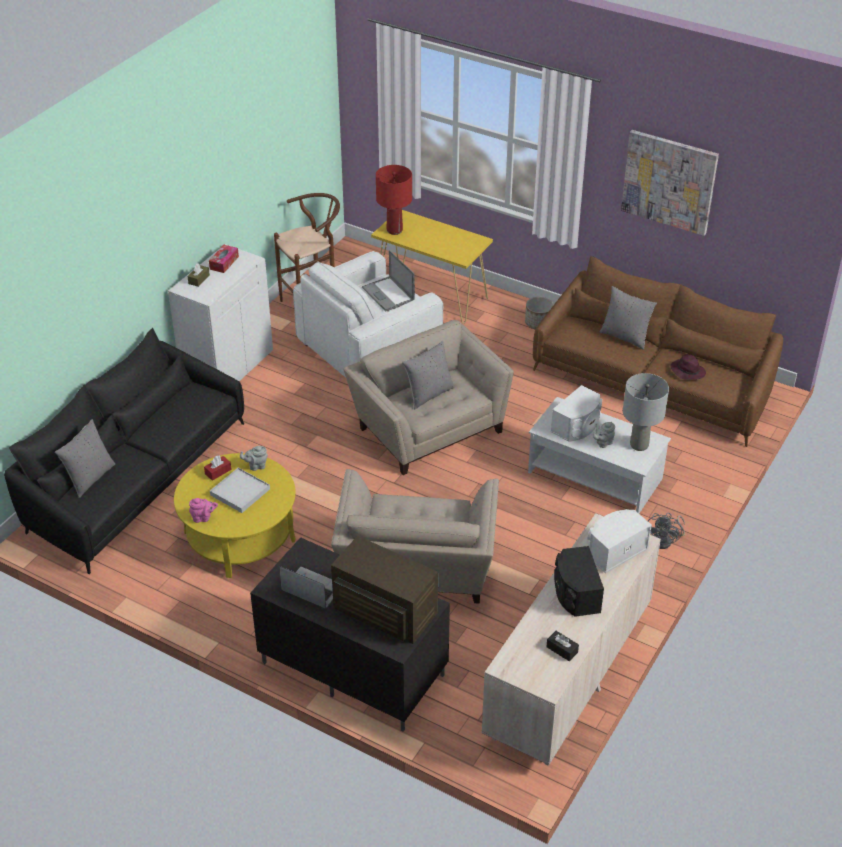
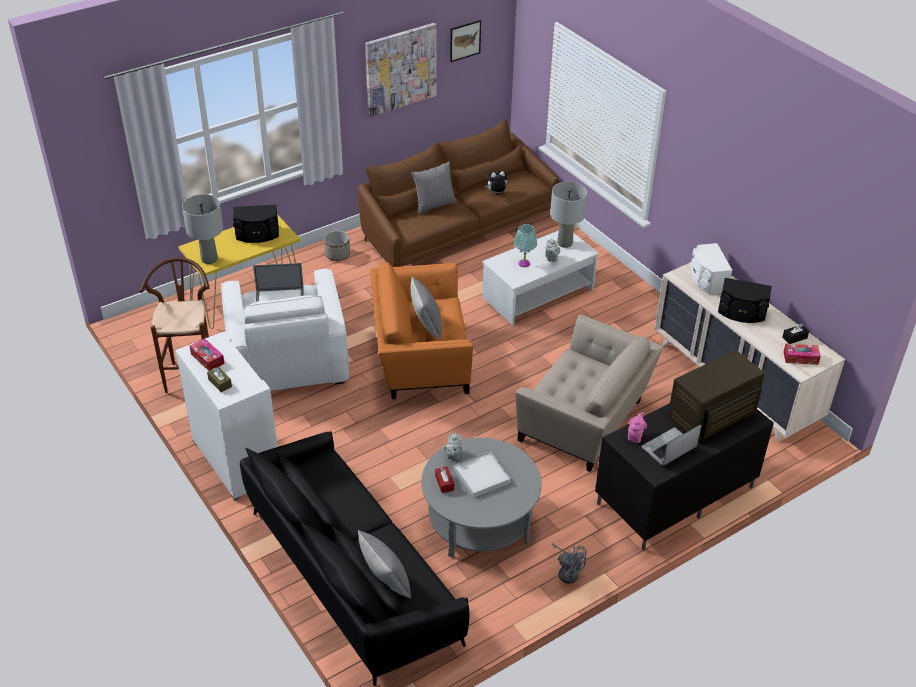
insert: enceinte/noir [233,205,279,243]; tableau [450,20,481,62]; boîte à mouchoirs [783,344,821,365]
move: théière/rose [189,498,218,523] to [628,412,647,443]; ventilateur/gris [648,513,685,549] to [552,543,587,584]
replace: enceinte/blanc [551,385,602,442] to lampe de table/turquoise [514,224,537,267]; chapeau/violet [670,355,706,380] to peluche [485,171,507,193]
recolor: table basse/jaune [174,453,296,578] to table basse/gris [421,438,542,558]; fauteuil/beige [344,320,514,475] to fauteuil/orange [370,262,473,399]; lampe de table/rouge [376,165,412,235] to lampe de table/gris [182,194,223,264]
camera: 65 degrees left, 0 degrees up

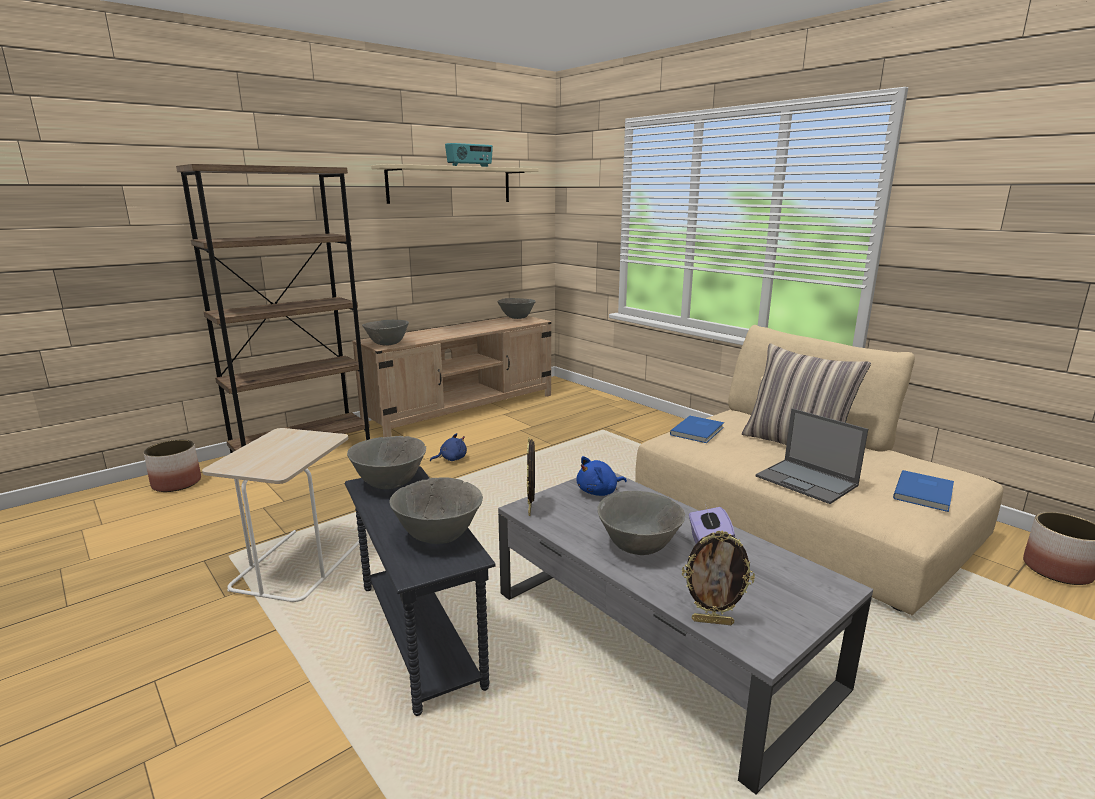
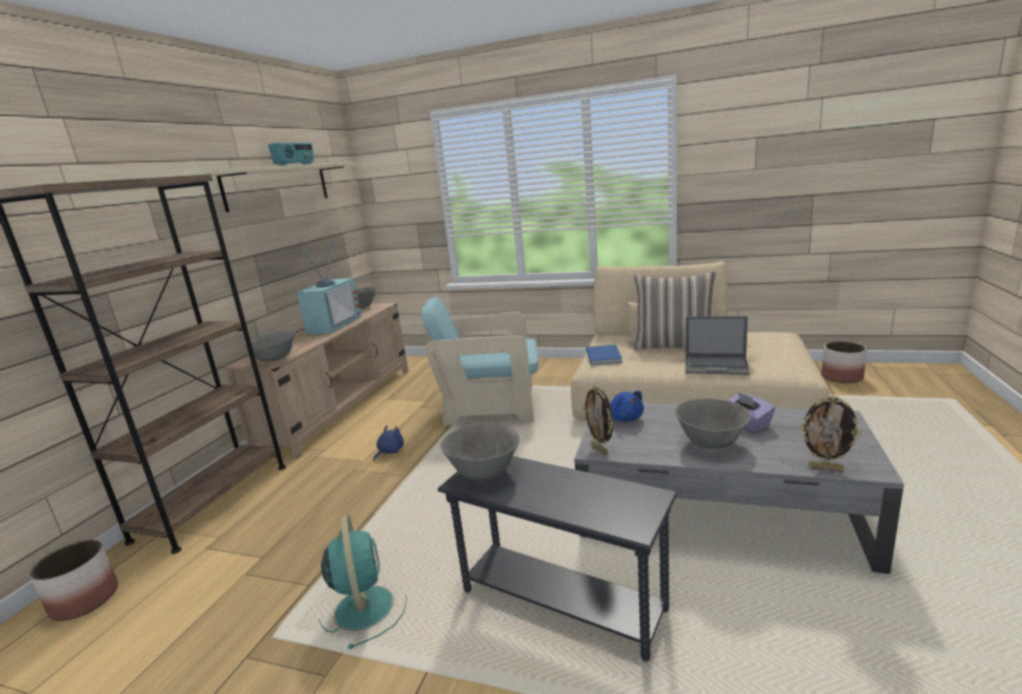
delete: bol/gris [390,477,483,544]; livre/bleu [893,470,954,512]
insert: téléviseur [297,239,361,334]; fauteuil/turquoise [421,297,538,426]
replace: table d'appoint/beige [202,428,359,602] to ventilateur/turquoise [318,515,407,649]
rotate: peluche/bleu [576,456,627,496] = [610,391,644,422] 60 degrees counterclockwise; cadre photo [682,531,755,625] = [800,395,862,471] 45 degrees clockwise
camera: 30 degrees left, 0 degrees up

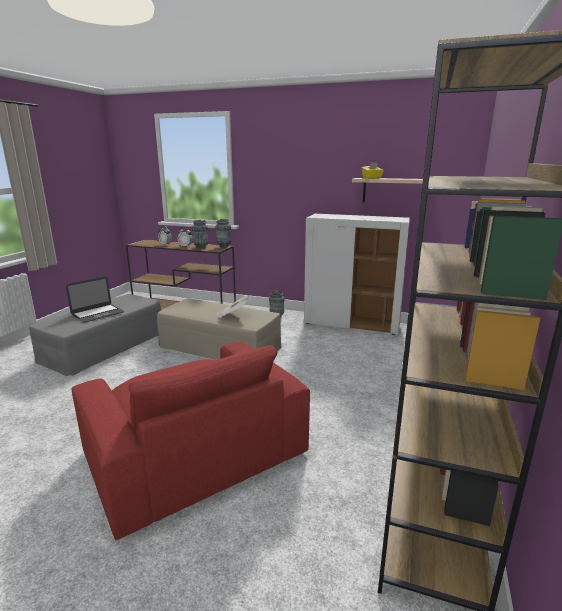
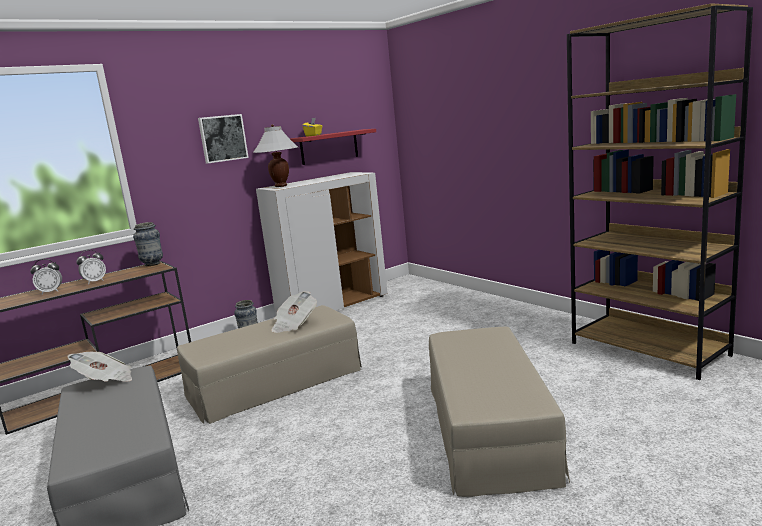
delete: ordinateur portable [66,277,124,323]; vase [192,220,209,249]
insert: journal [67,352,132,382]; tableau [198,114,249,164]; lampe de table/blanc [253,124,298,187]
replace: fauteuil/rouge [72,341,310,540] to pouf/beige [429,327,570,497]
recolor: étagère/beige [352,178,423,202] to étagère/rouge [290,129,376,165]
camera: 55 degrees left, 5 degrees down

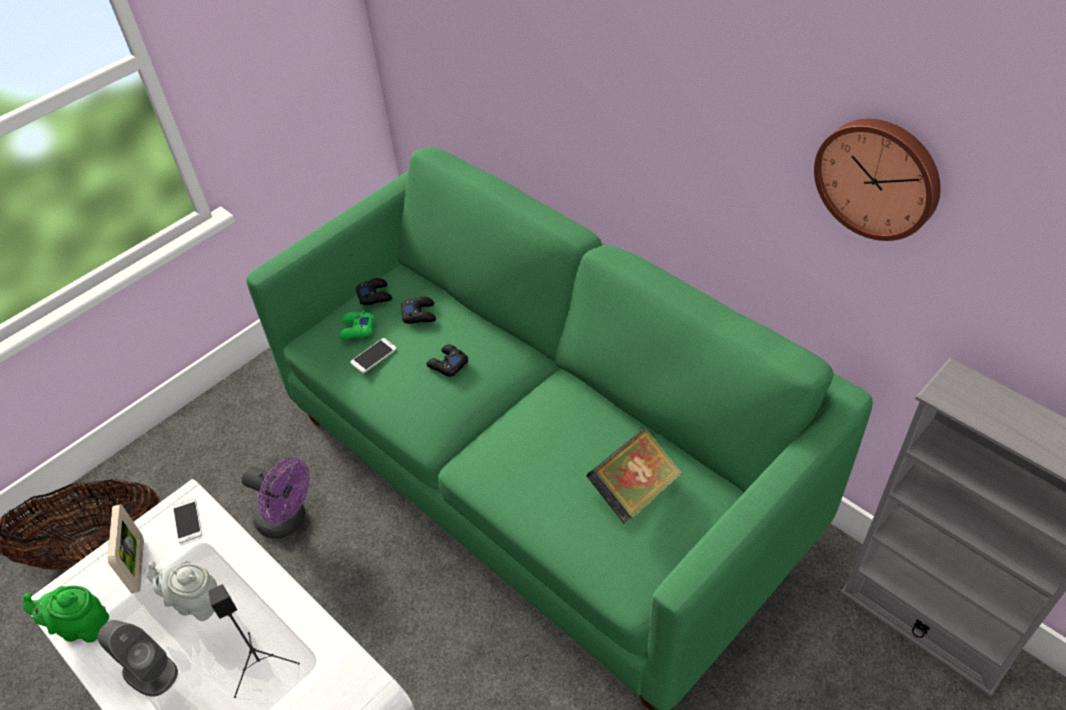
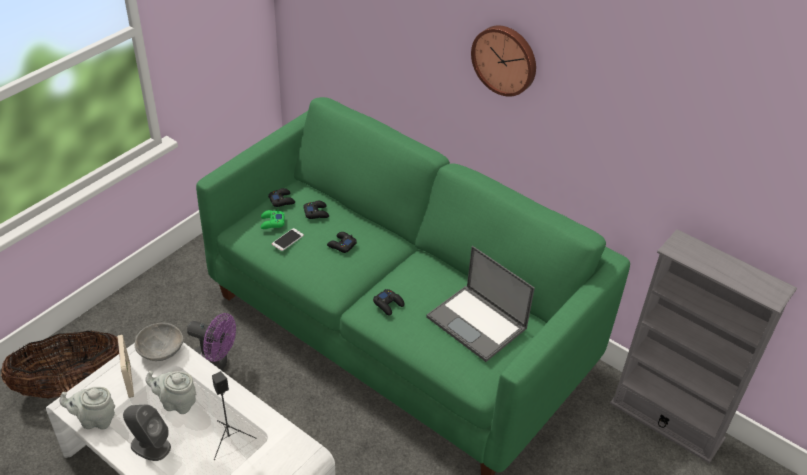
insert: manette/noir [373,289,404,316]
move: horloge murale [814,119,941,241] to [471,25,536,97]
replace: téléphone [173,498,202,543] to bol/gris [135,323,183,361]; livre [586,428,682,523] to ordinateur portable [426,246,535,362]
recolor: théière/vert [23,586,109,643] to théière/gris [59,387,115,430]
camera: 10 degrees left, 5 degrees down

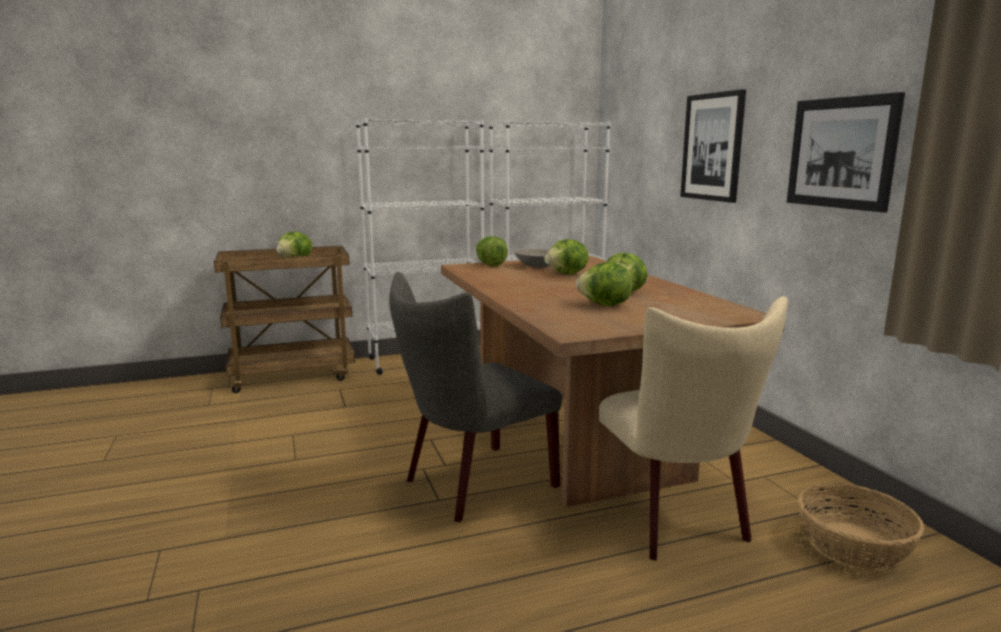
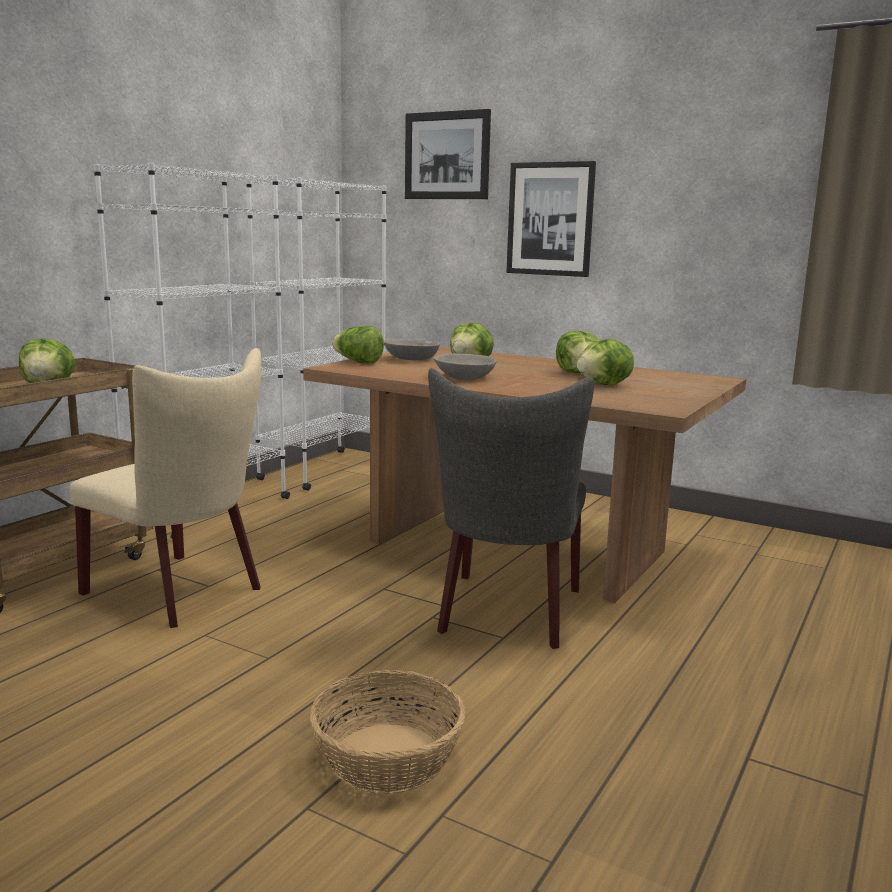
insert: bol/gris [434,354,497,380]
move: chaise/beige [599,296,788,561] to [69,348,261,628]; tableau [787,92,905,212] to [405,109,491,199]; panier [798,483,925,571] to [310,670,465,794]
camera: 40 degrees left, 0 degrees up

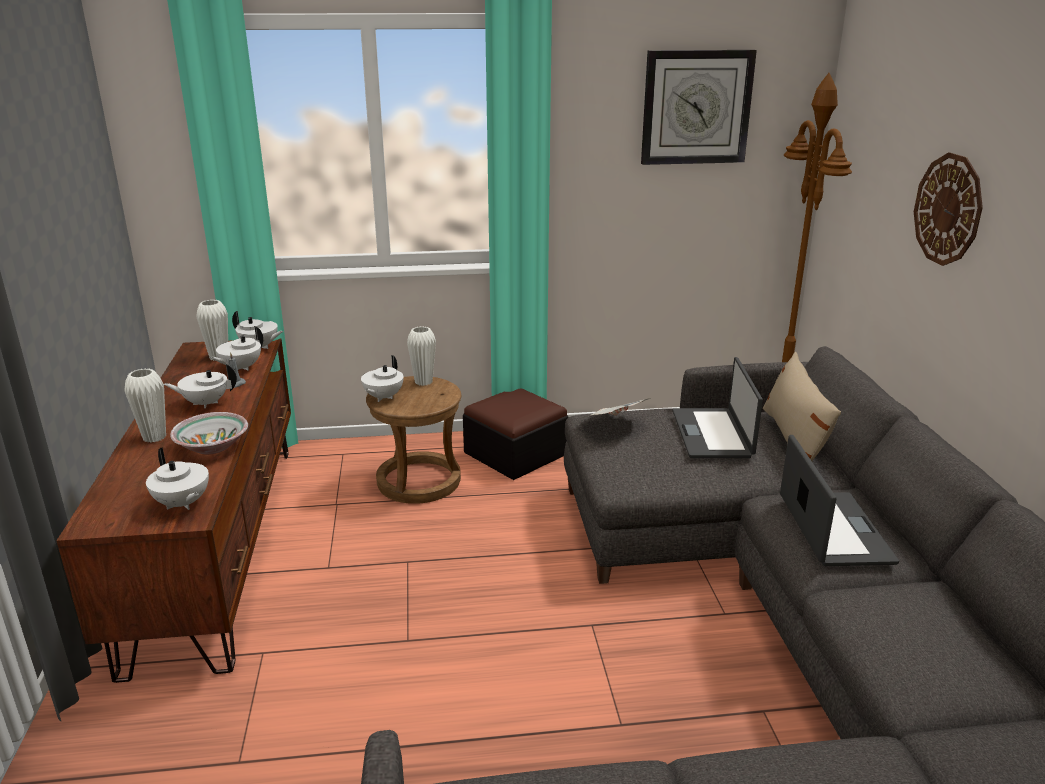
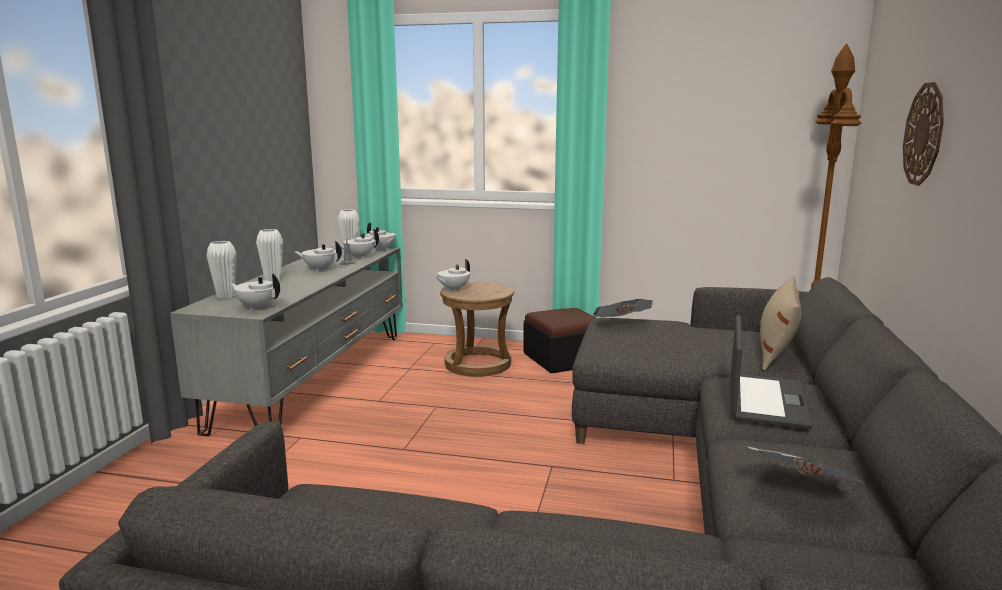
delete: bol [170,412,248,455]; horloge murale [641,50,757,165]; ordinateur portable [673,357,763,458]
insert: journal [747,446,867,484]
move: vase/blanc [407,327,436,386] to [207,241,237,299]
recolor: meuble télé/marron [56,338,291,683] to meuble télé/gris [170,245,403,436]
rotate: théière/blanc [146,447,209,510] = [230,274,280,310] 135 degrees clockwise
camera: 20 degrees right, 10 degrees down

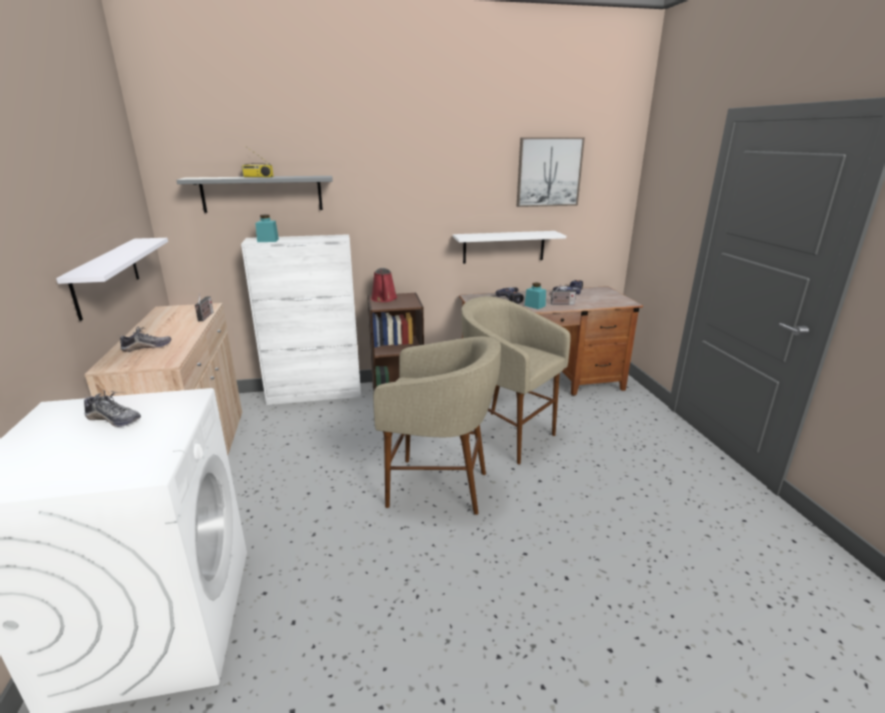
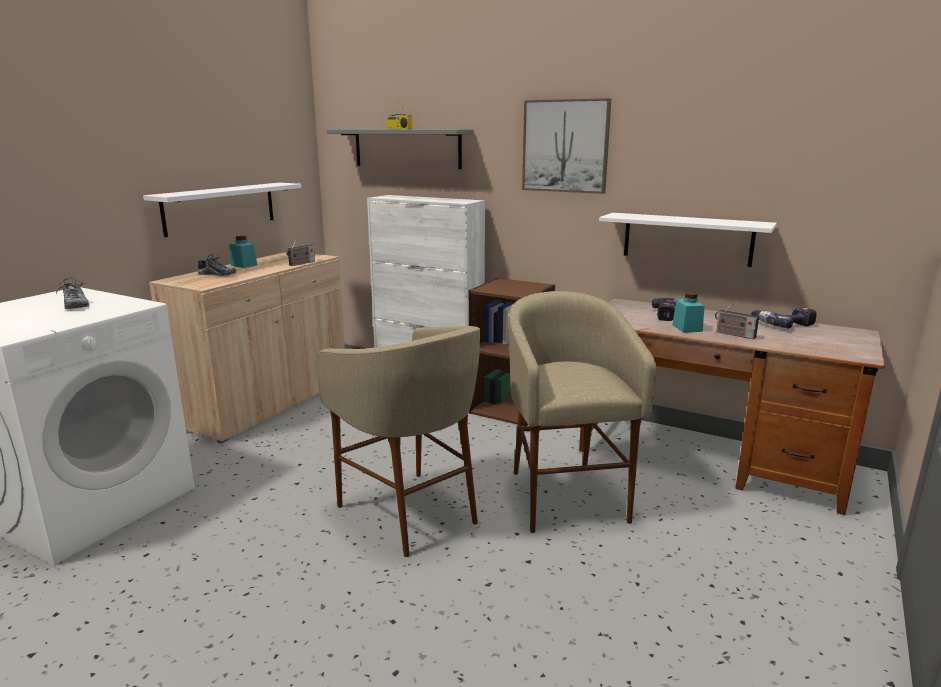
delete: arrosoir/rouge [371,268,397,302]
move: bocal/turquoise [255,214,279,242] to [229,236,257,268]; tableau [517,137,585,207] to [522,98,611,194]
camera: 40 degrees right, 5 degrees down

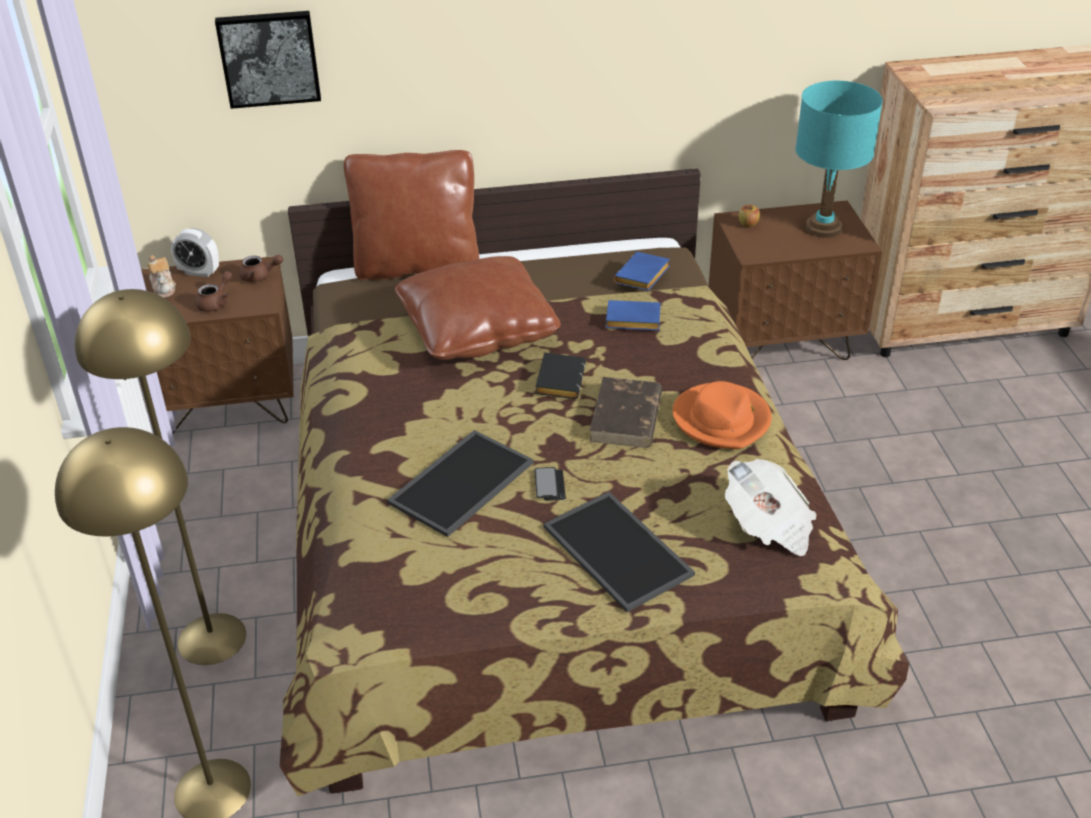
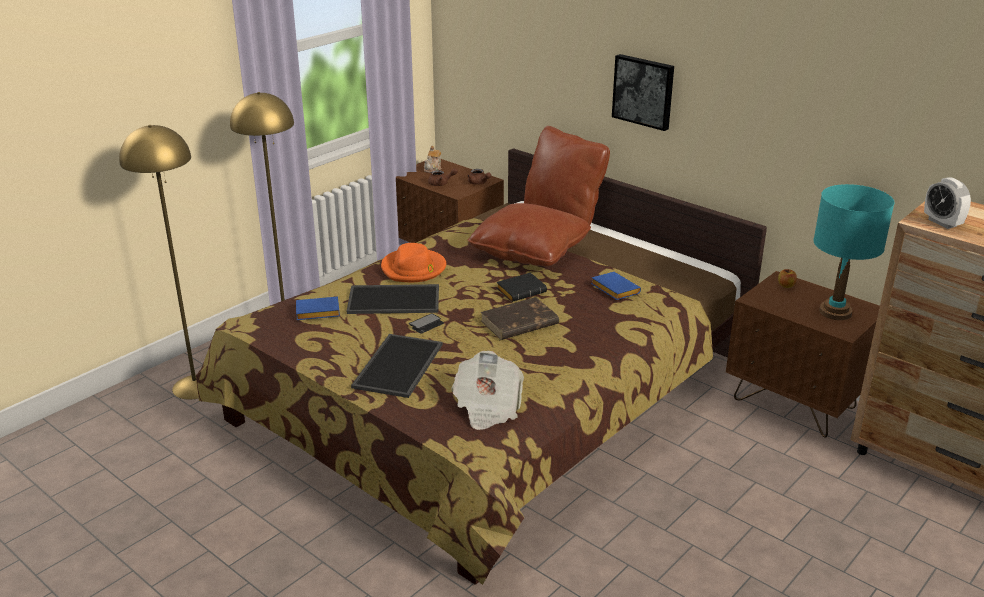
move: réveil [171,228,219,277] to [924,177,971,229]; tableau [215,11,321,109] to [612,54,674,131]; livre/bleu [613,252,670,291] to [296,297,340,320]; chapeau/orange [672,381,772,449] to [381,243,446,282]
camera: 50 degrees right, 10 degrees down

